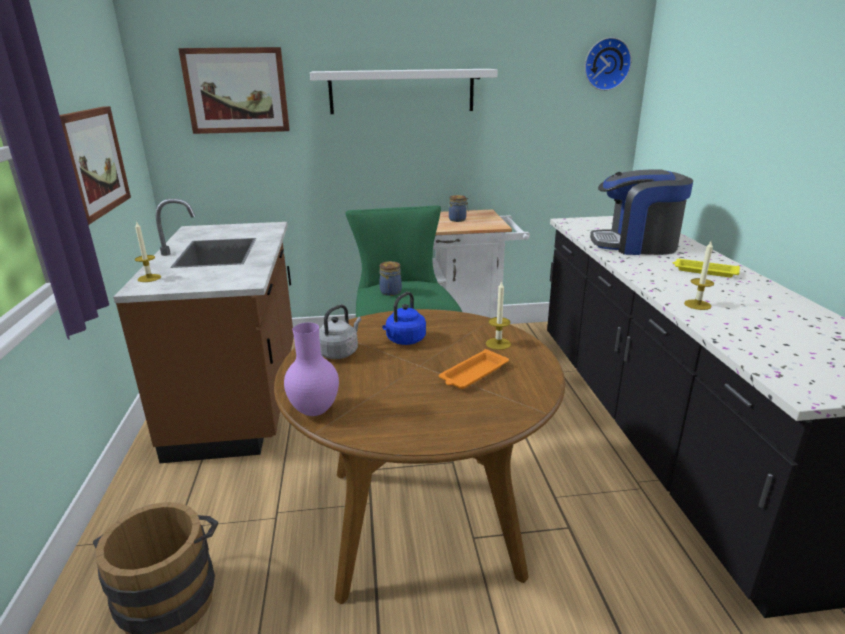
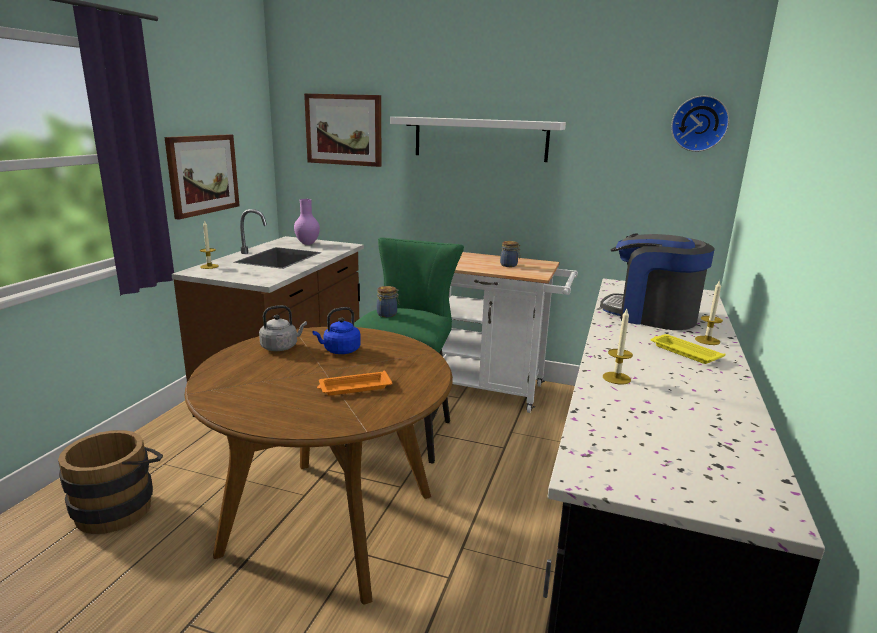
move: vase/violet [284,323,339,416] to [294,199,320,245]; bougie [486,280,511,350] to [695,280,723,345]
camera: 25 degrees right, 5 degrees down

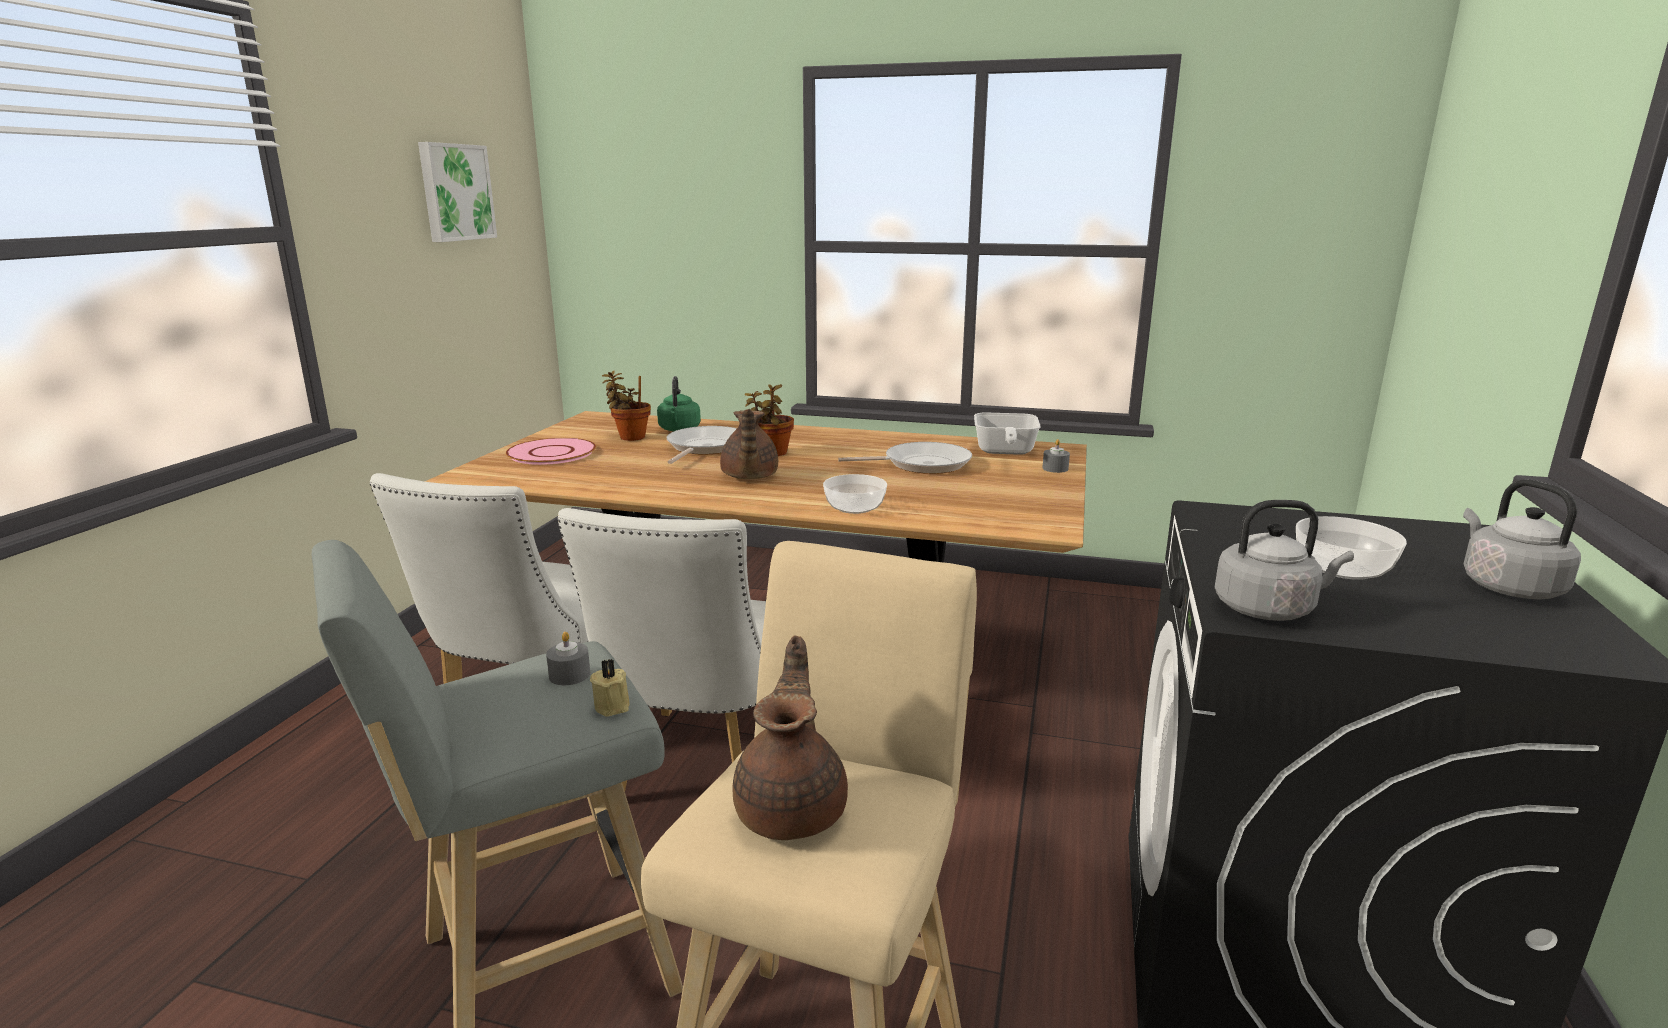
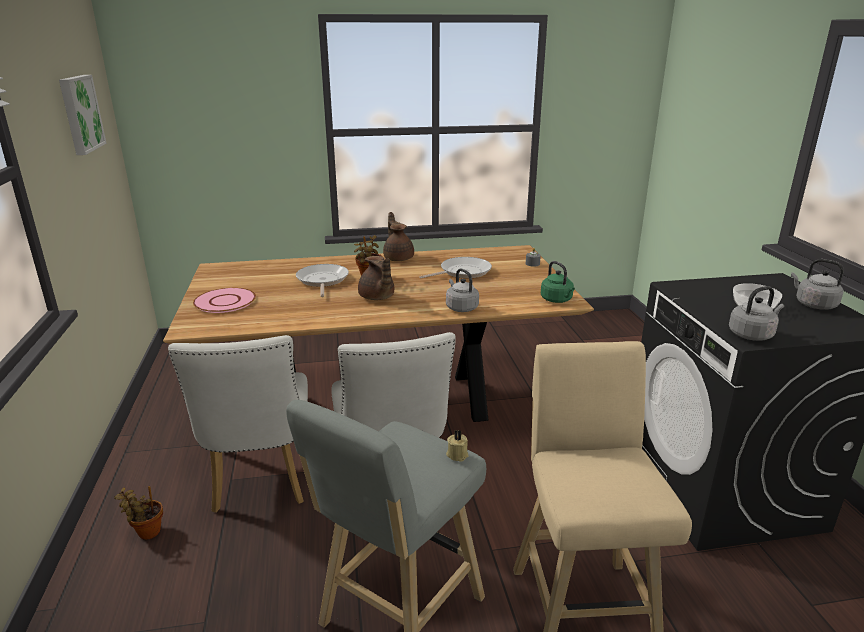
delete: bougie/gris [546,632,590,685]; poêle [974,413,1041,455]
move: plante en pot [602,371,651,441] to [114,486,163,540]; bouilloire/vert [657,376,701,432] to [541,261,575,303]; théière/marron [733,636,848,840] to [383,212,414,261]
replace: bol [823,474,887,514] to bouilloire/gris [446,269,479,312]
camera: 25 degrees left, 5 degrees up

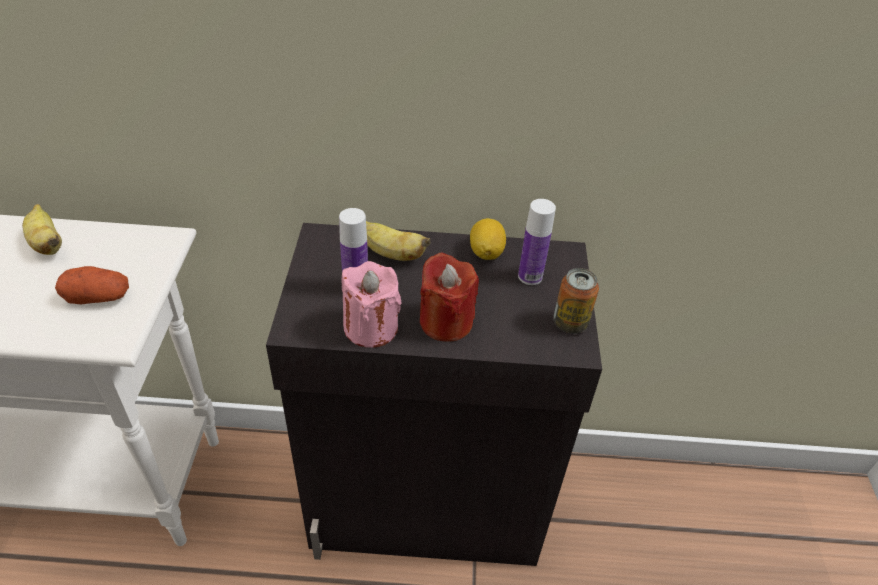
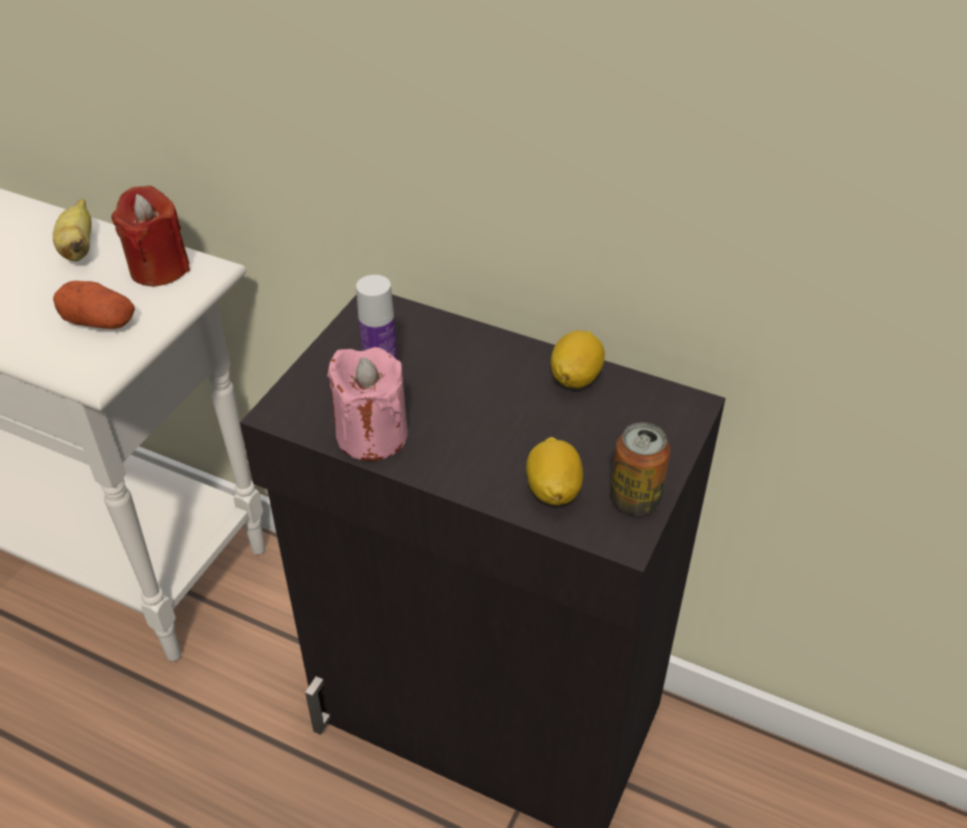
delete: banane [366,221,431,261]; bouteille [518,199,556,285]
insert: citron [526,437,583,505]
move: bougie/rouge [420,252,479,342] to [111,186,190,287]
camera: 25 degrees right, 0 degrees up

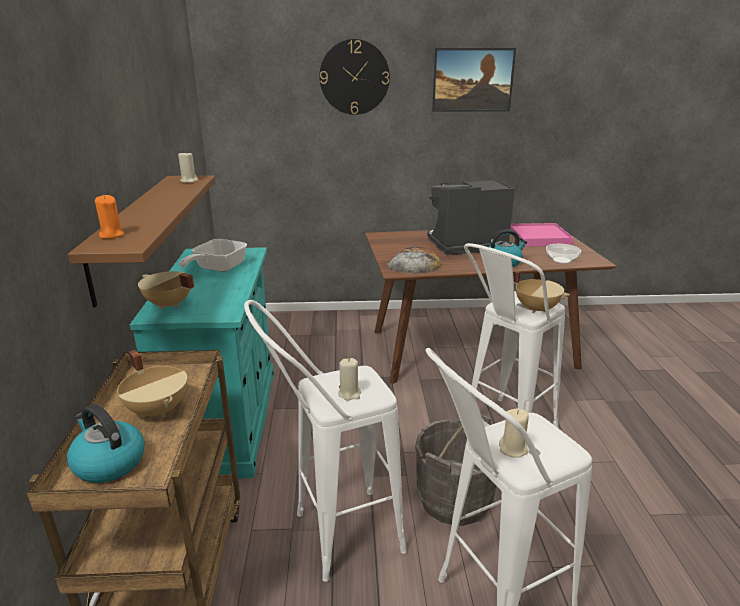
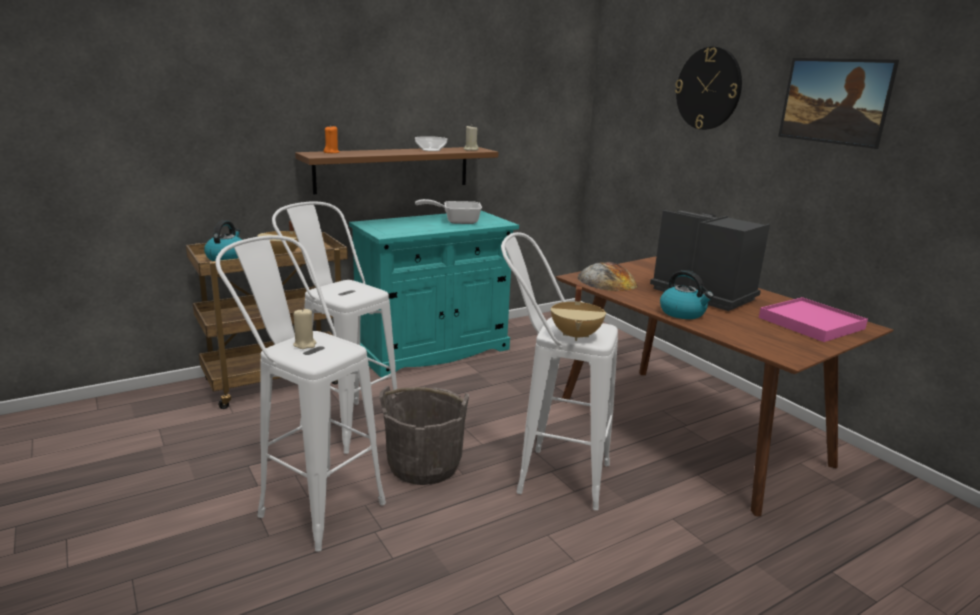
delete: marmite/beige [138,271,194,309]; bougie/beige [338,358,361,400]
move: bol [546,244,581,264] to [415,136,447,151]
camera: 60 degrees right, 5 degrees down

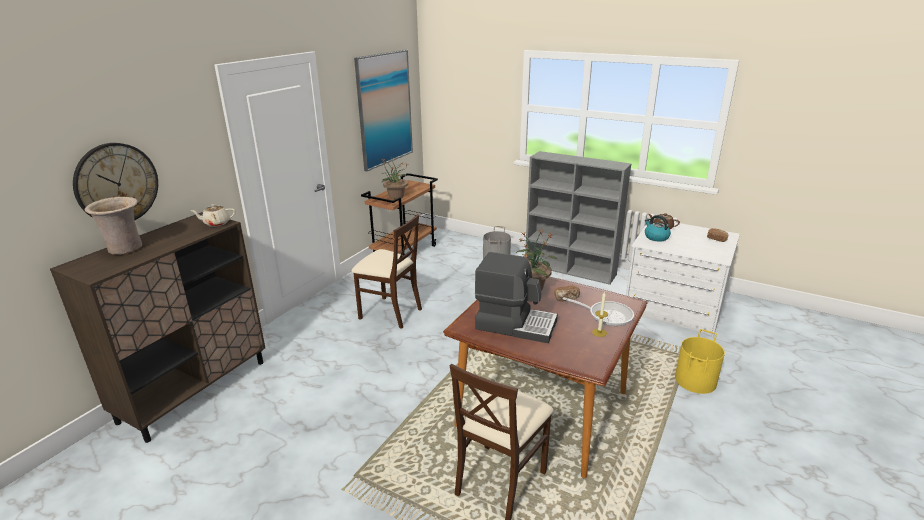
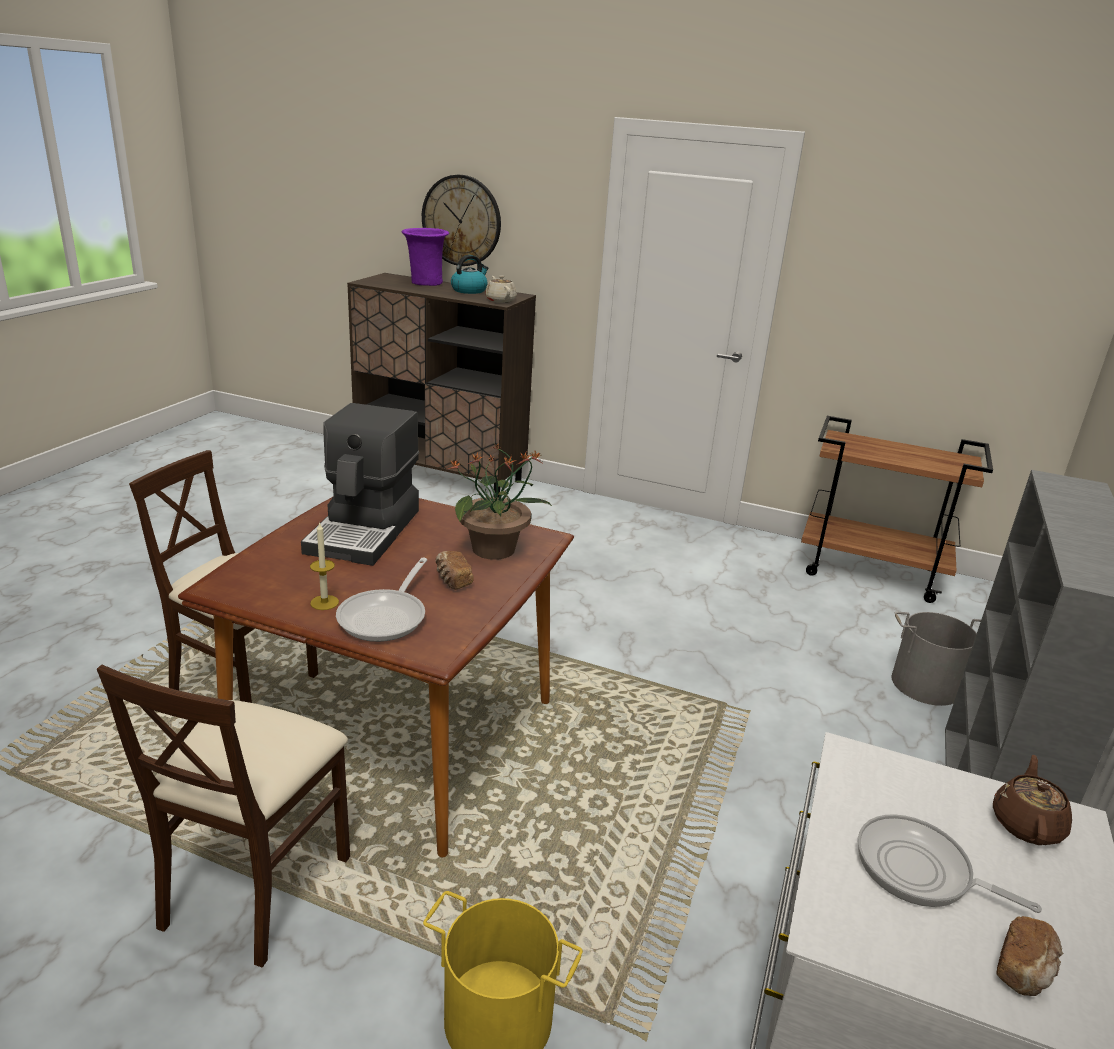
delete: tableau [354,50,413,171]; plante en pot [380,156,408,199]
insert: poêle [858,814,1042,913]
move: chaise/beige [351,214,422,329] to [97,665,350,967]; bouilloire [645,215,671,242] to [451,255,489,294]
recolor: vase/beige [85,197,142,255] to vase/violet [402,228,449,286]
camera: 80 degrees right, 0 degrees up

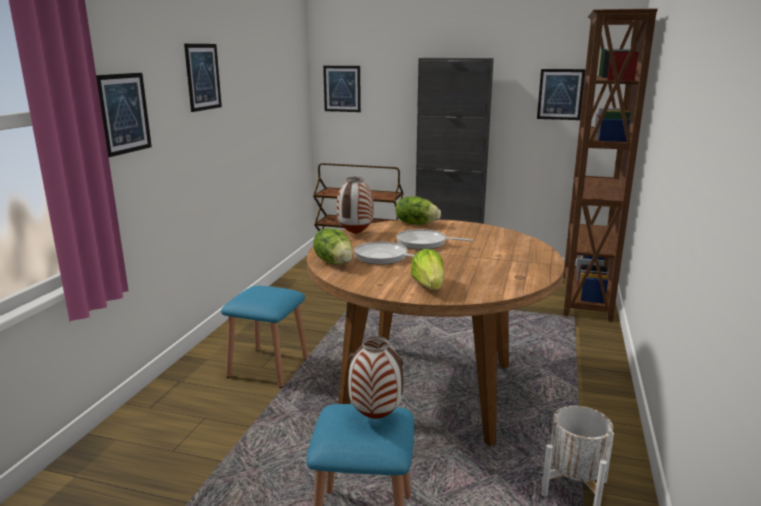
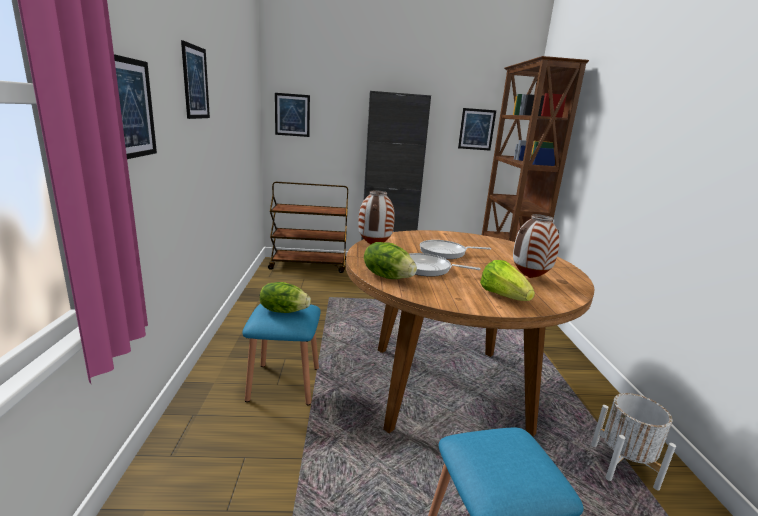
move: vase [348,336,404,419] to [513,214,560,278]; laitue [395,197,441,225] to [260,282,311,313]
camera: 20 degrees left, 0 degrees up

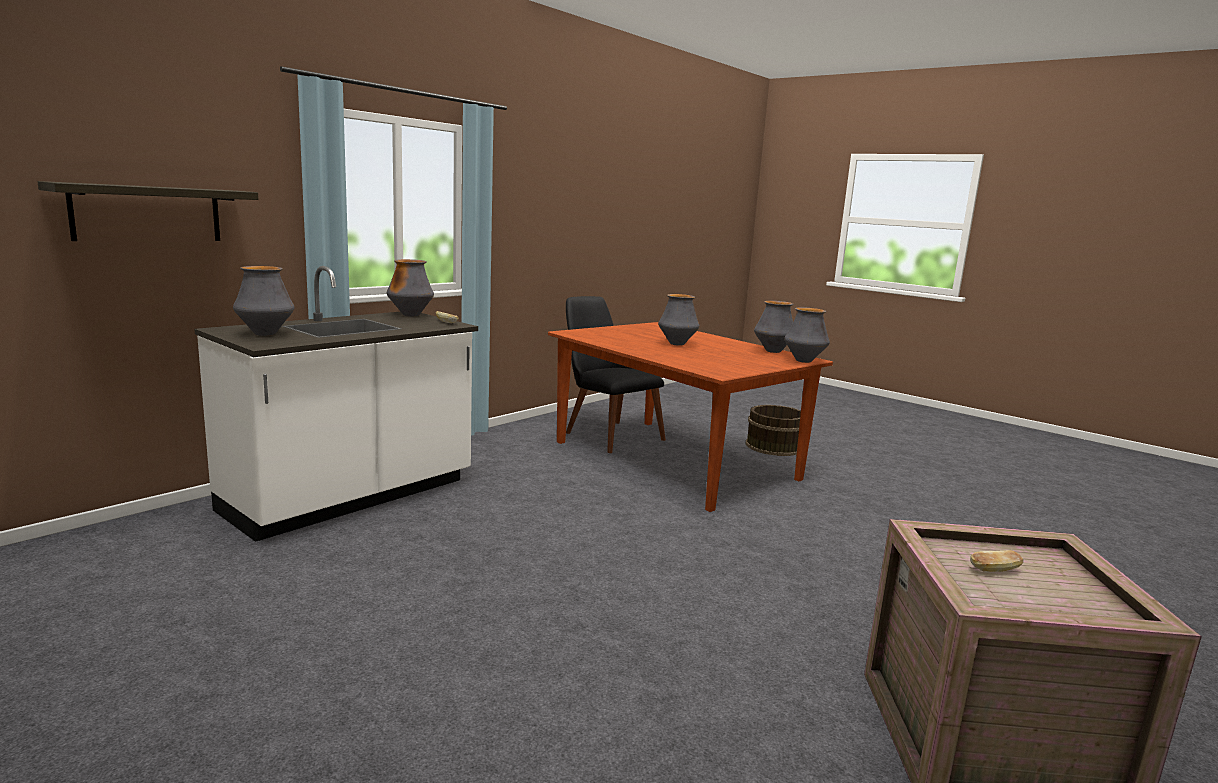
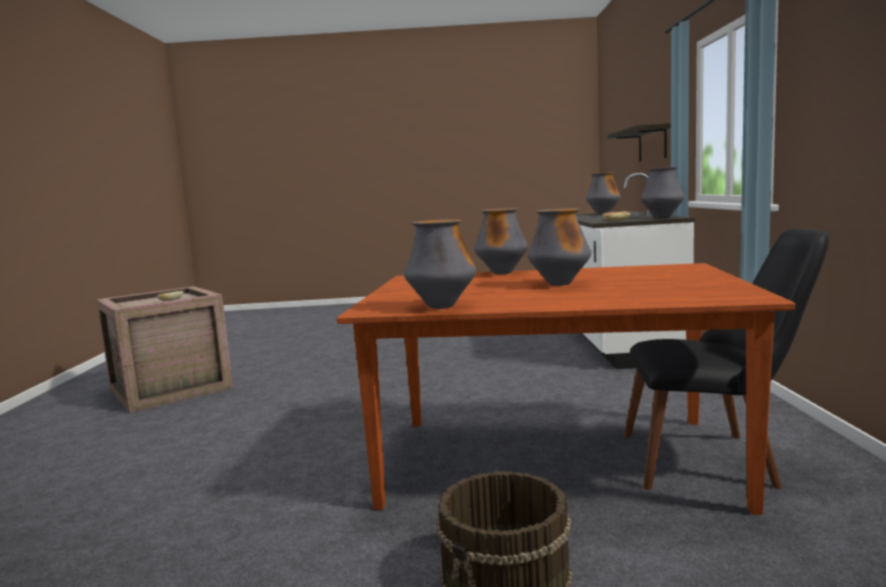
move: vase [784,307,830,363] to [474,208,528,274]
camera: 140 degrees right, 5 degrees down

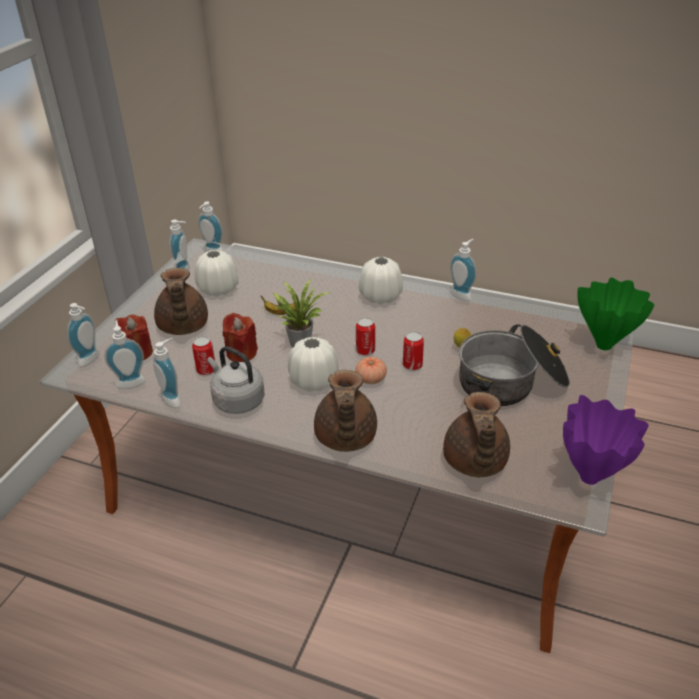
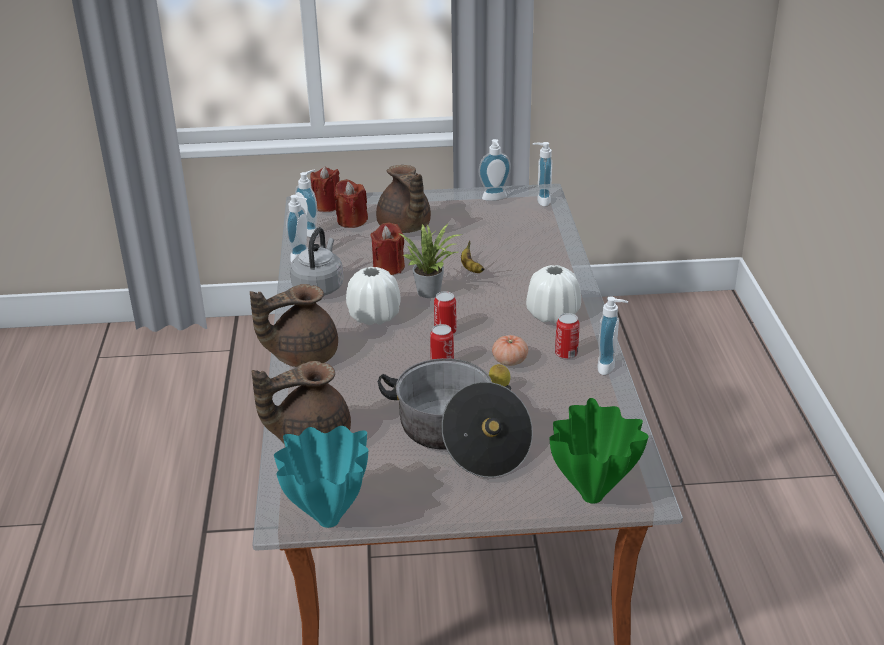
delete: vase/blanc [195,250,239,297]
move: boîte métallique [192,336,215,375] to [555,313,580,359]; tomate [355,357,387,384] to [492,335,528,366]
replace: distributeur de savon [67,303,100,367] to bougie/rouge [310,166,339,212]
recolor: vase/violet [563,395,649,485] to vase/turquoise [274,426,368,528]
rotate: théière/marron [154,268,208,335] = [376,165,431,233] 75 degrees counterclockwise
camera: 65 degrees right, 5 degrees down

